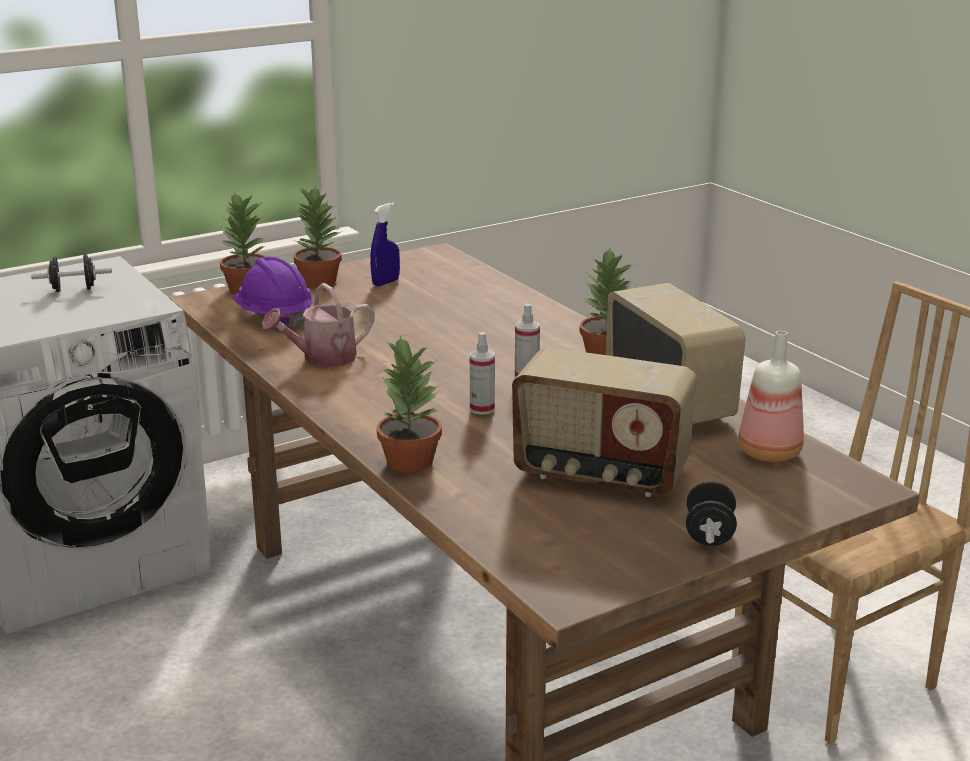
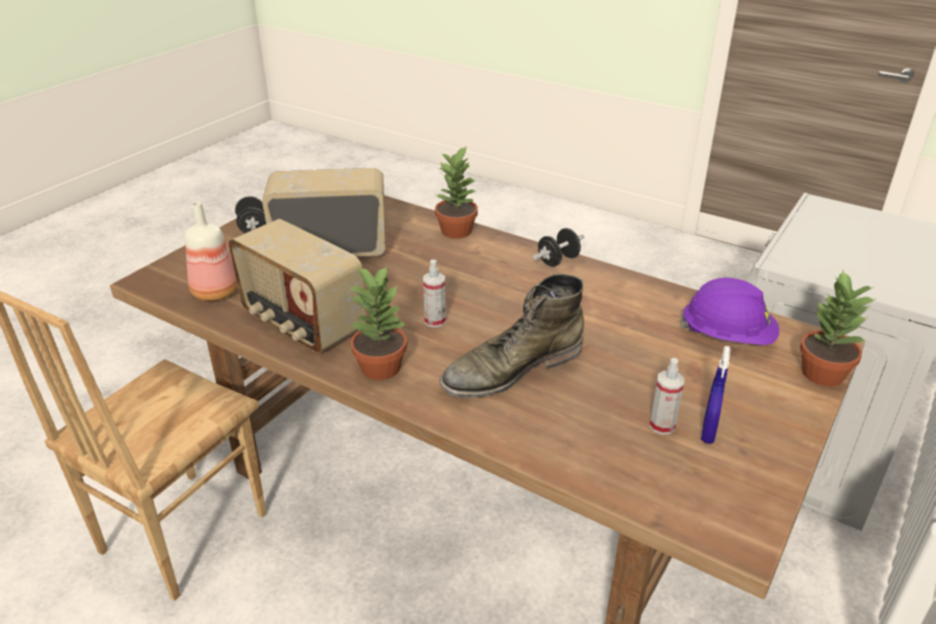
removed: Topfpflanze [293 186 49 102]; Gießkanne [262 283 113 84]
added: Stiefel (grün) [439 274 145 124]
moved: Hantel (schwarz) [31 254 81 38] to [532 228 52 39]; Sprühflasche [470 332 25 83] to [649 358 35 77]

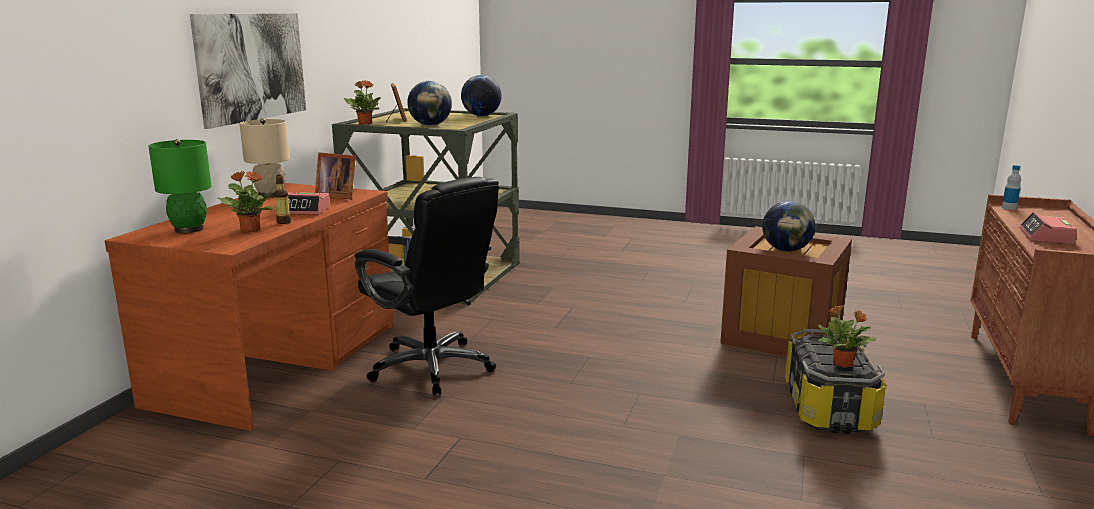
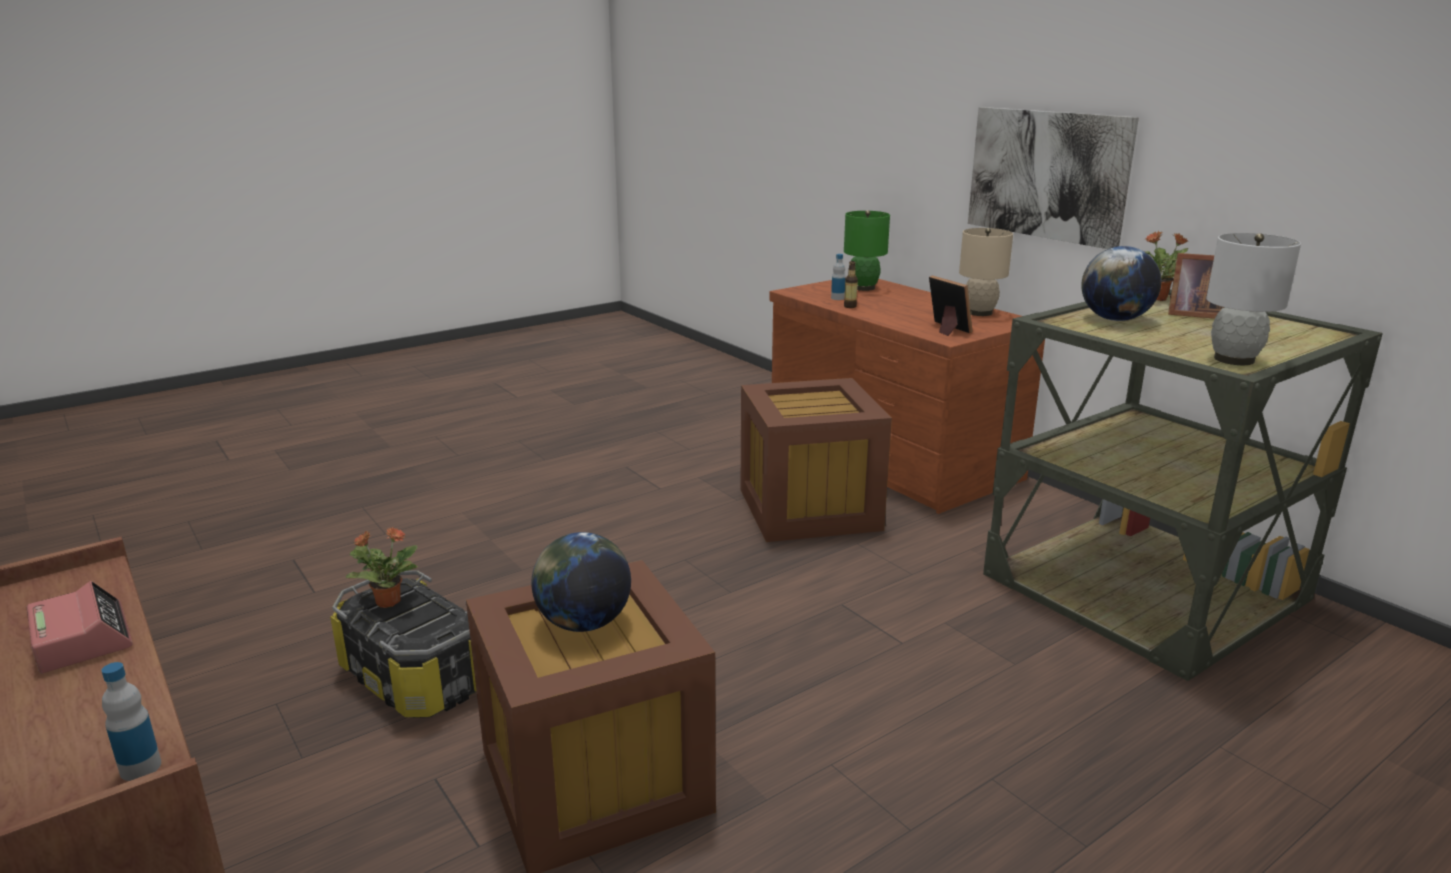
removed: Wecker [275 193 55 22]
replaced: Globus [461 75 41 41] to Tischlampe (weiß) [1206 233 95 132]; Topfpflanze [218 171 55 61] to Flasche [831 254 14 46]; Bürostuhl (schwarz) [354 177 145 219] to Aufbewahrungsbox (braun) [740 378 152 164]
turned: Bilderrahmen [315 152 41 47] = [929 276 44 60] 90 degrees clockwise

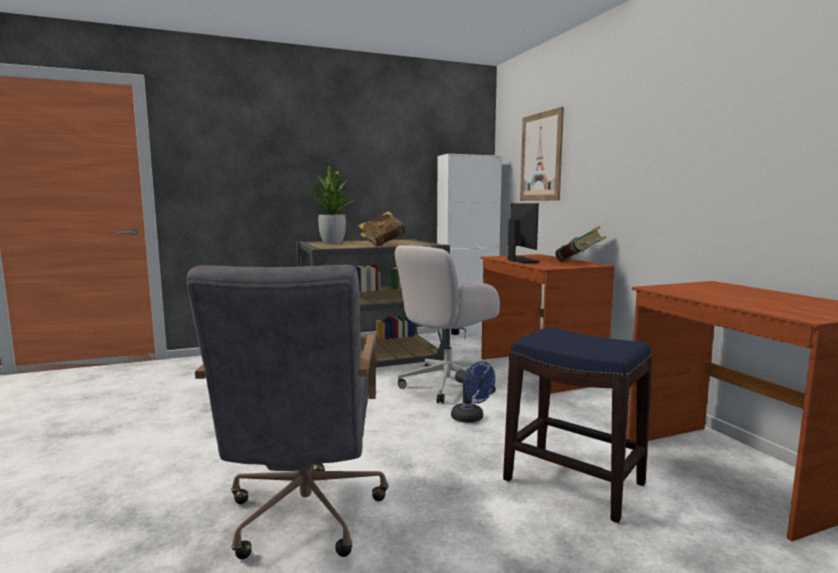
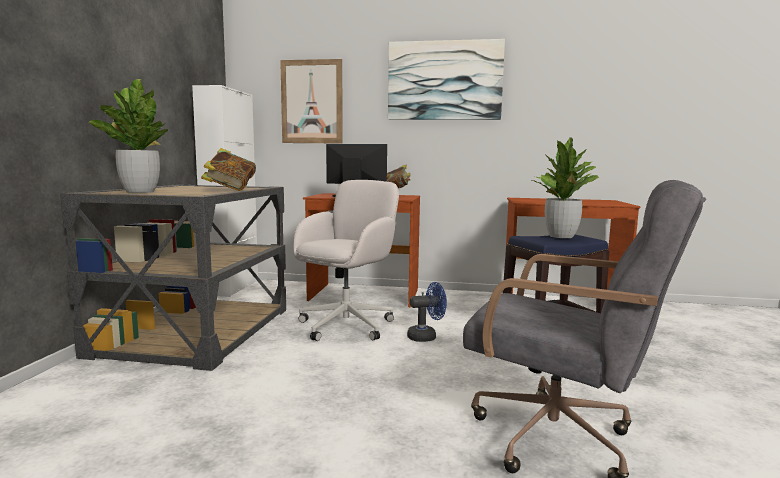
added: Bild [388 39 117 81]; Topfpflanze [532 137 67 101]
turned: Bürostuhl (weiß) [395 245 105 159] = [293 180 106 161] 135 degrees counterclockwise

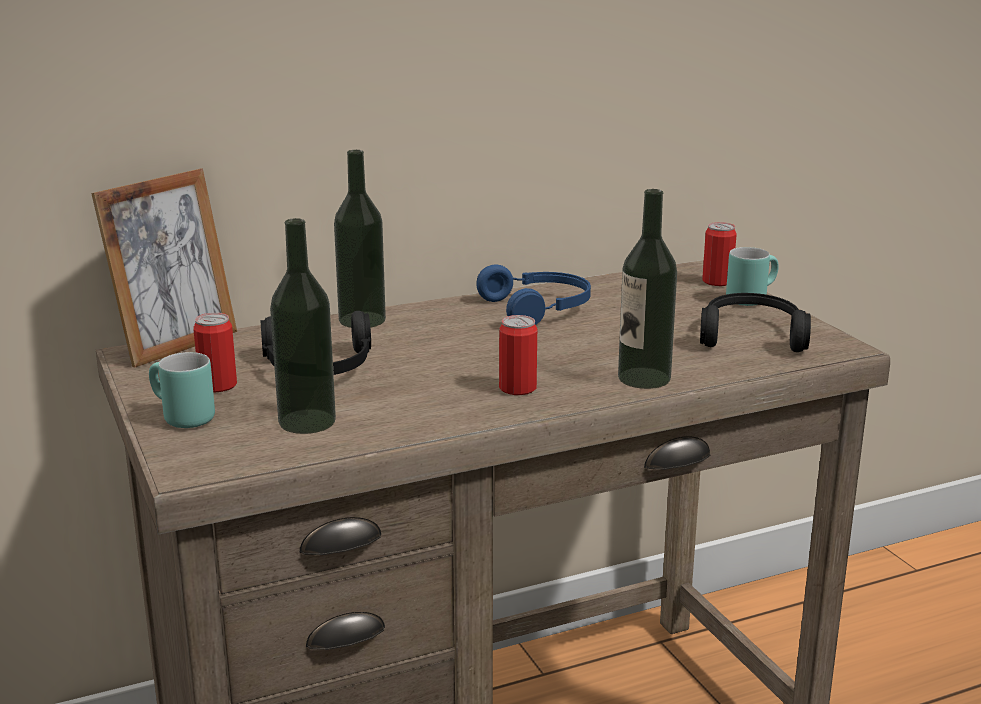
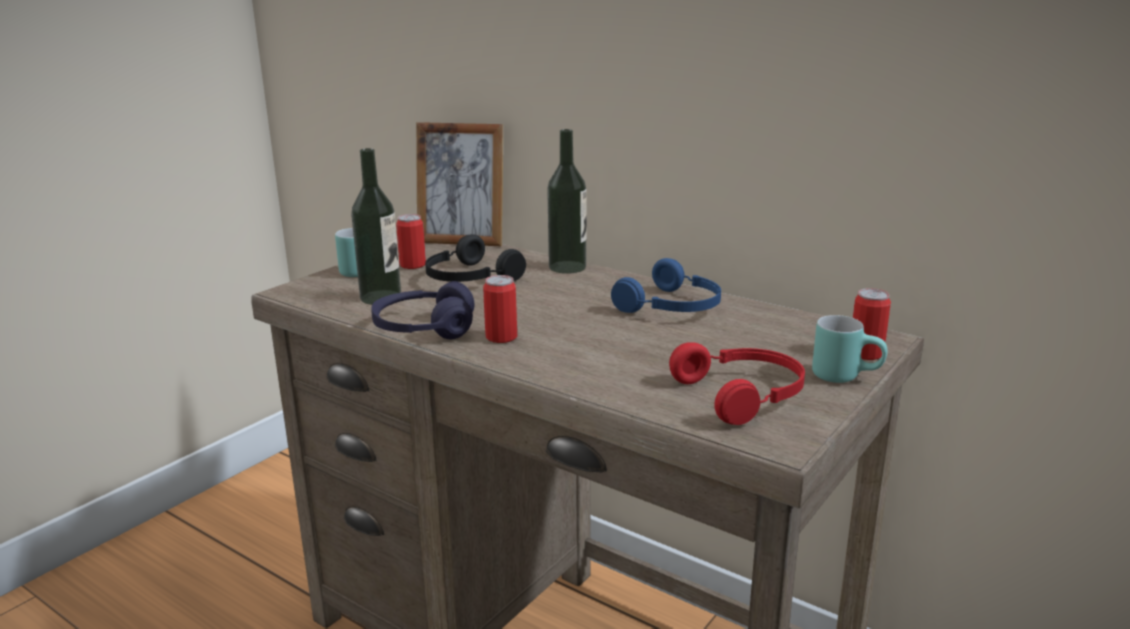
removed: Flasche [618 189 59 200]
added: Kopfhörer (lila) [371 281 104 58]
recoloured: Kopfhörer (schwarz) [700 293 111 59] to Kopfhörer (rot) [669 342 136 83]

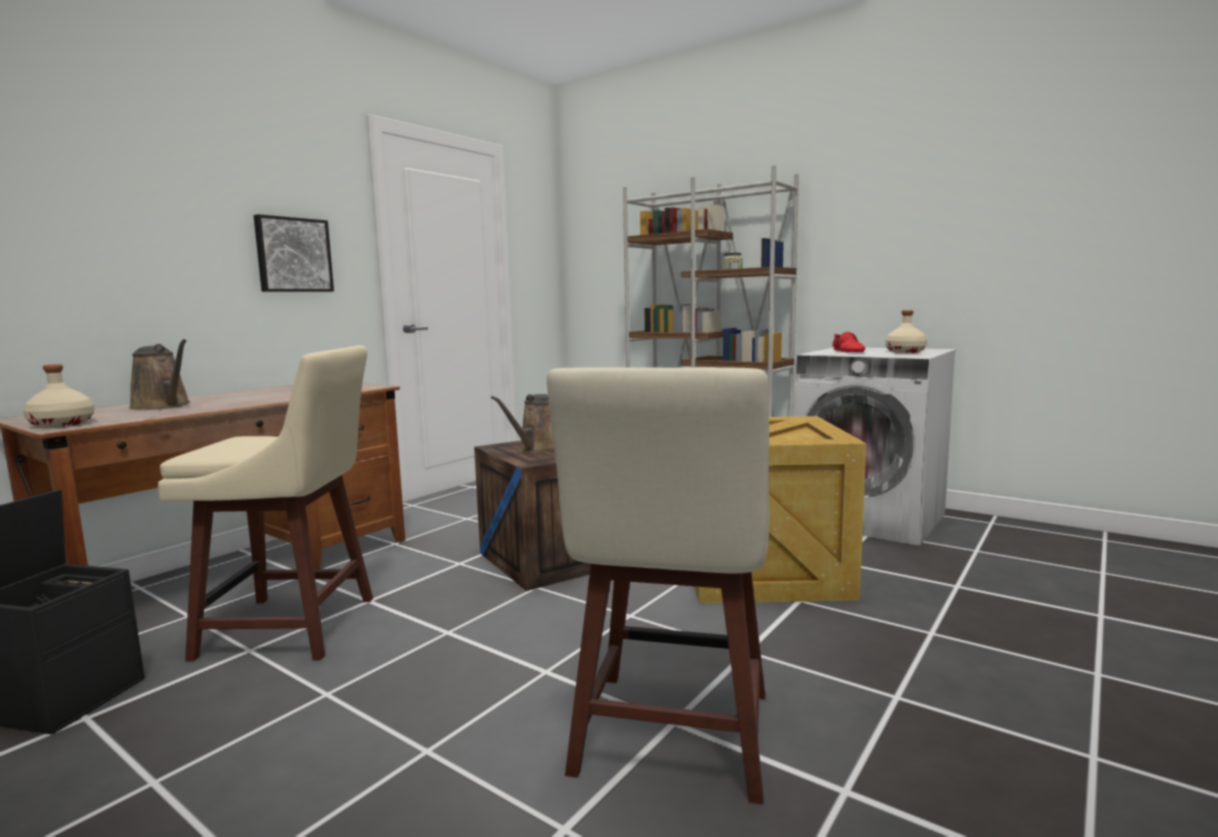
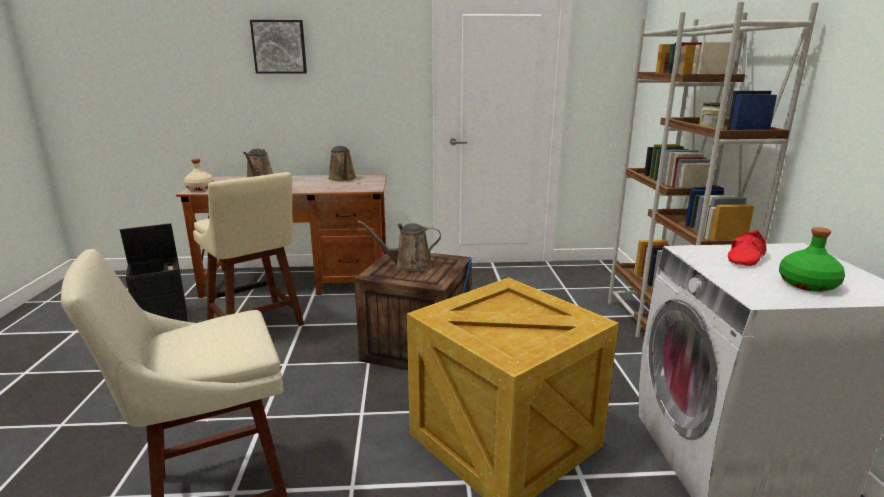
added: Gießkanne (braun) [328 146 28 35]
moved: Bild [254 214 80 78] to [250 20 57 54]
recoloured: Flasche (beige) [885 310 42 43] to Flasche (grün) [779 227 66 65]

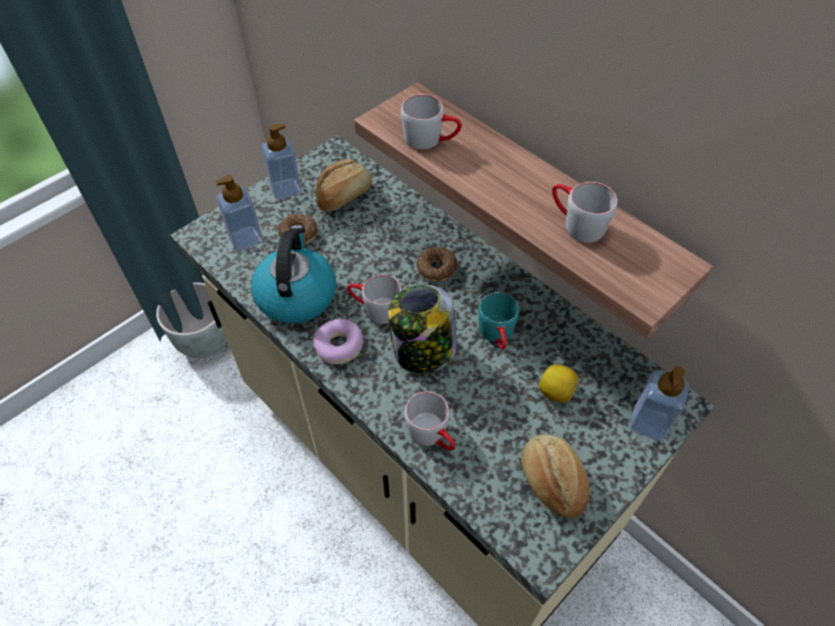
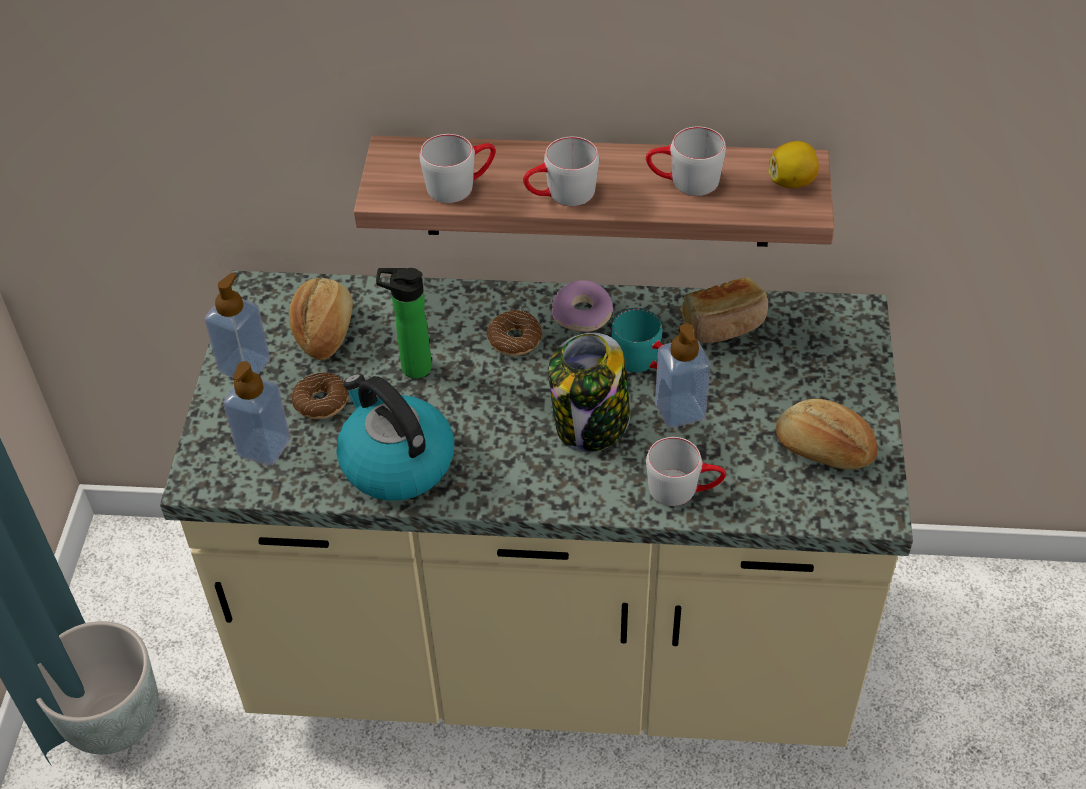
added: Flasche [376 268 56 110]; Brot [682 277 86 66]
moved: Henkelbecher (grau) [347 275 55 49] to [523 137 76 69]; Donut [313 319 50 45] to [552 280 61 52]; Zitrone [539 364 40 39] to [768 141 51 47]; Seifenspender [629 366 60 75] to [655 323 55 105]

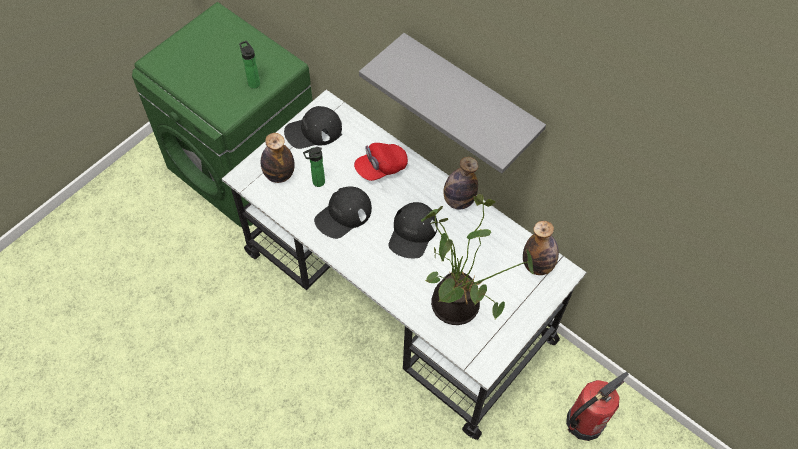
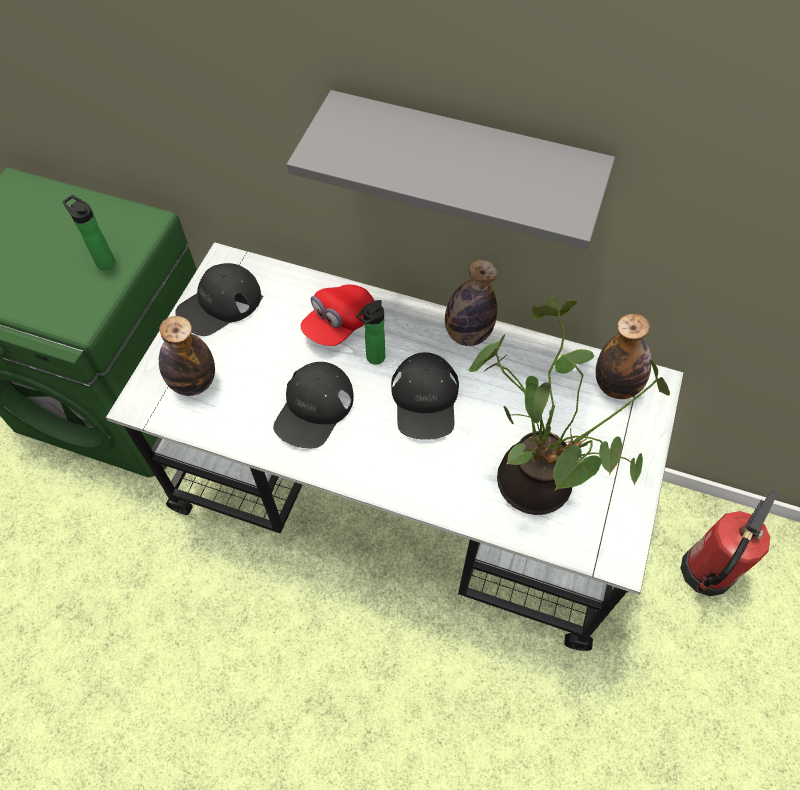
moved: Flasche [303 147 22 40] to [356 300 29 65]

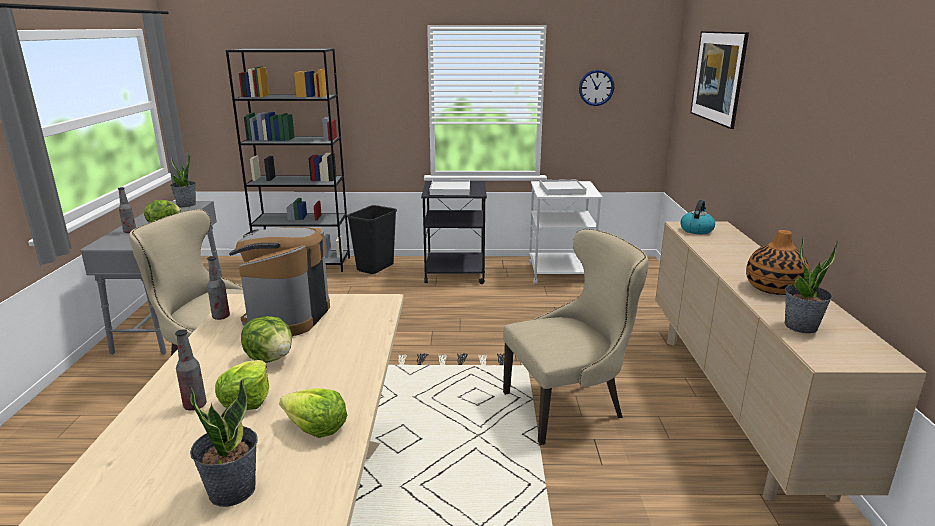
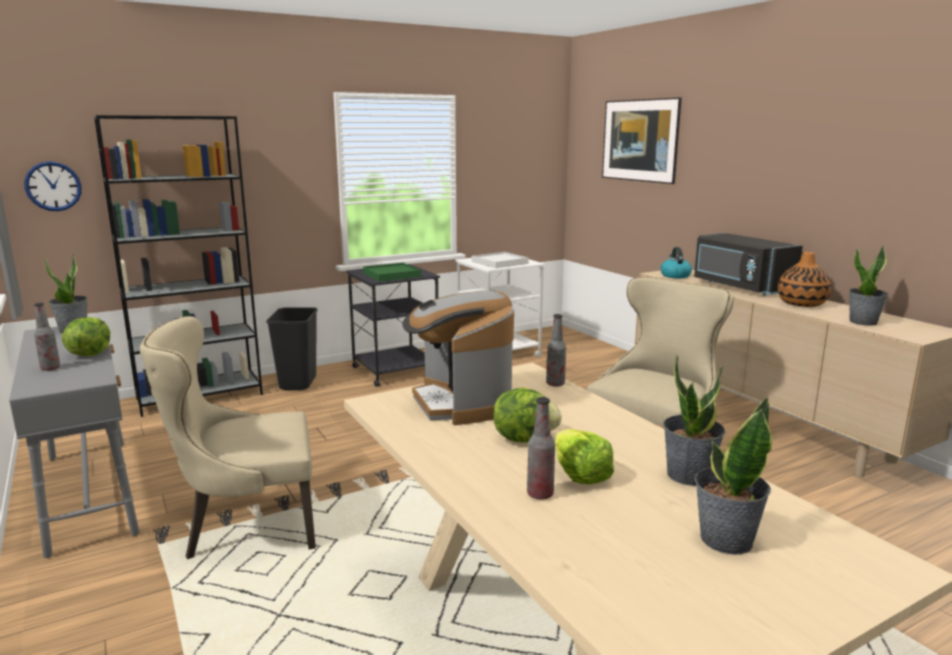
added: Mikrowelle (schwarz) [694 233 109 63]
moved: Wanduhr [579 69 35 37] to [24 161 58 50]; Flasche [207 256 23 64] to [546 314 20 73]
replaced: Salatkopf [279 388 68 50] to Topfpflanze [663 354 62 132]
recoloured: Tablett (weiß) [430 180 40 15] to Tablett (grün) [363 263 58 18]

